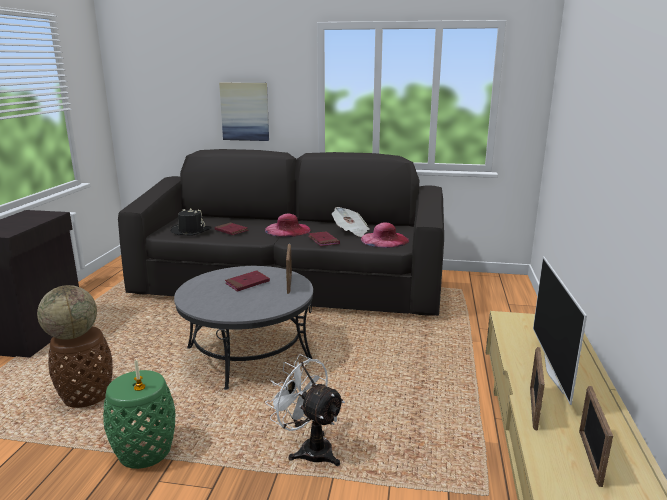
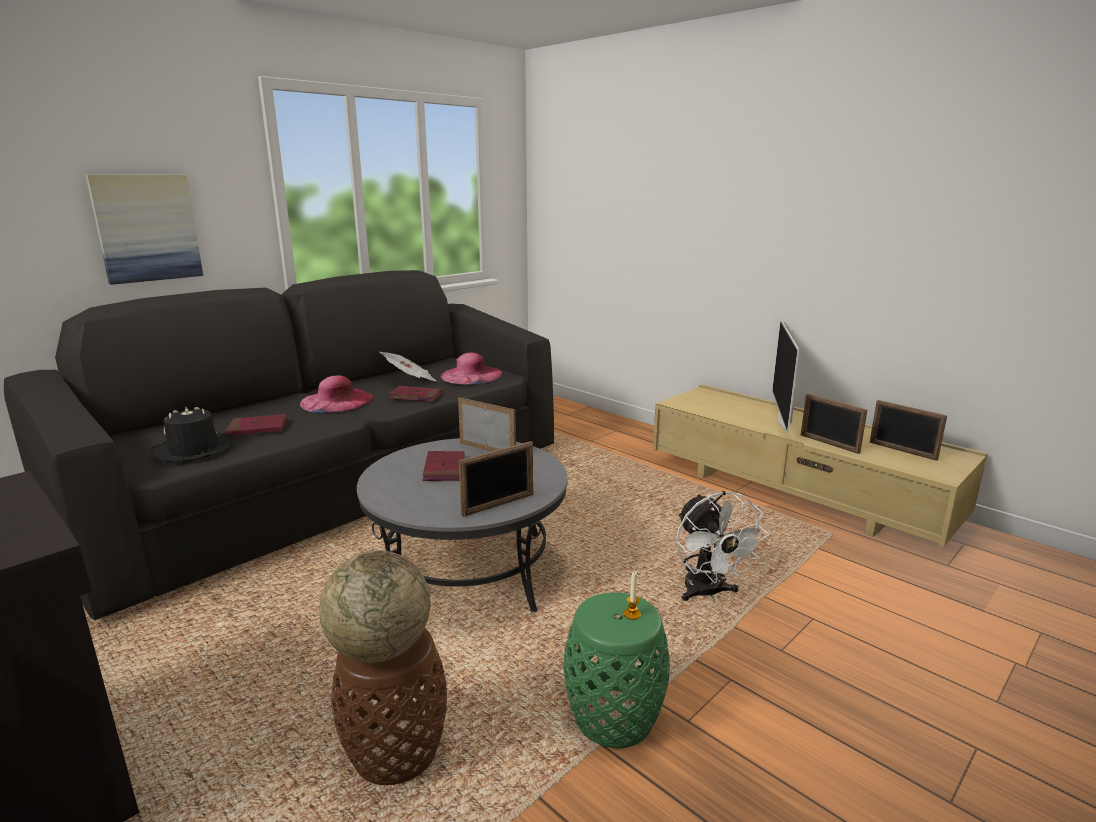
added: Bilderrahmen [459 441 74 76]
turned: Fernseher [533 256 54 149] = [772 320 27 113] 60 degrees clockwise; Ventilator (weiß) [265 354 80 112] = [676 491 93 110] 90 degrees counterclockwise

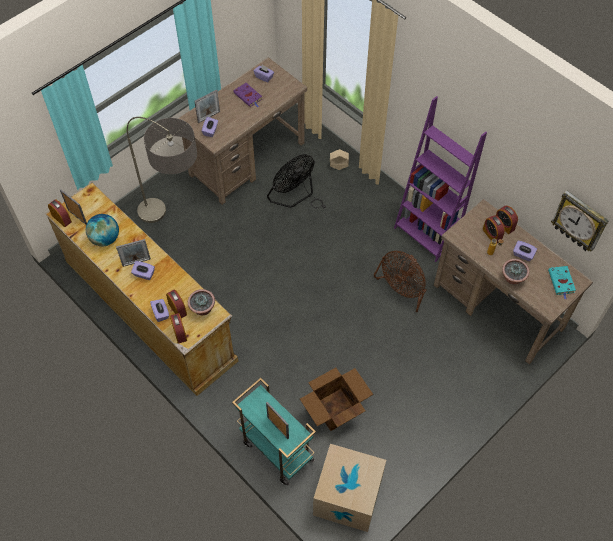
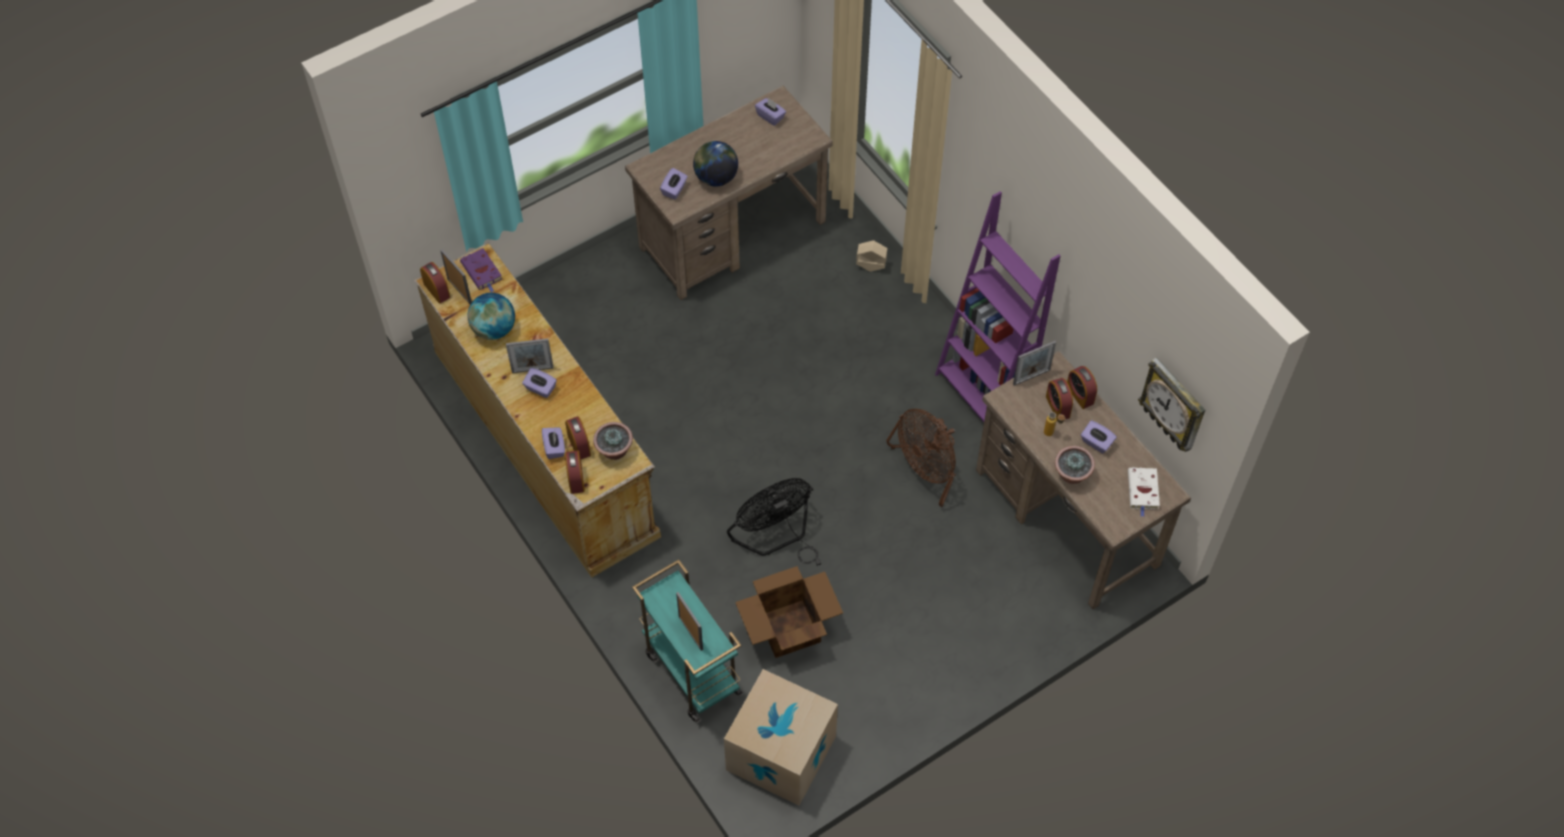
removed: Stehlampe [127 117 70 106]
added: Globus [693 141 45 46]
moved: Buch (lila) [233 83 29 25] to [460 248 42 44]; Bilderrahmen [194 89 26 34] to [1013 341 43 45]; Ventilator (schwarz) [267 155 59 54] to [727 478 94 88]
recoloured: Buch (türkis) [548 266 28 34] to Buch (weiß) [1128 467 32 50]

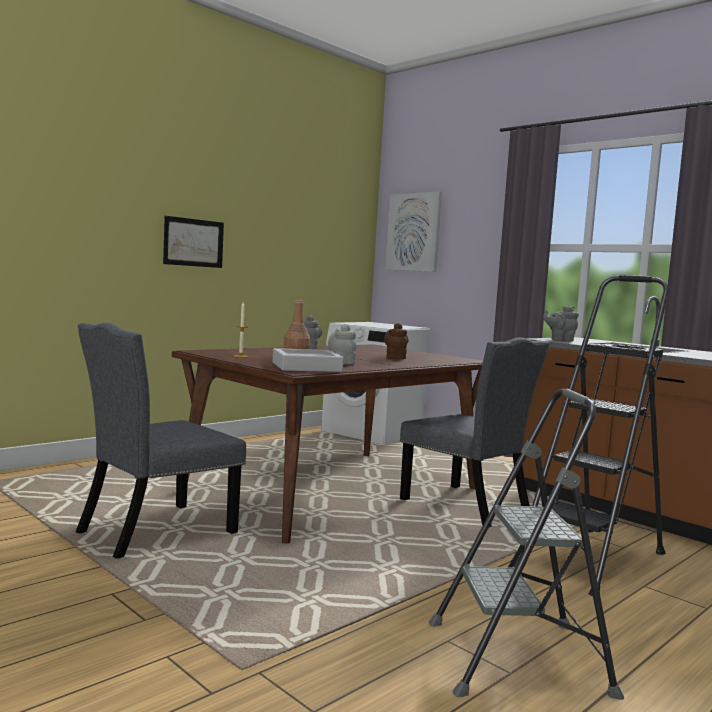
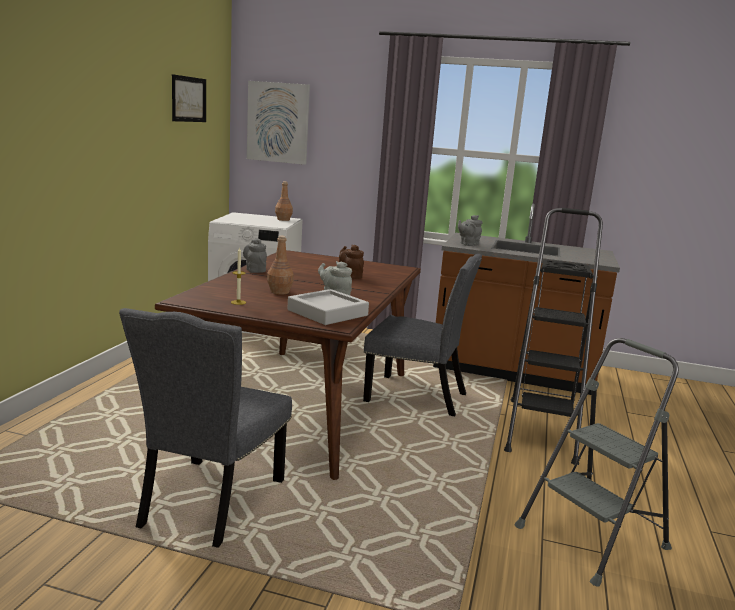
added: Flasche (braun) [275 182 18 39]
moved: Bild [163 216 61 52] to [172 74 34 48]

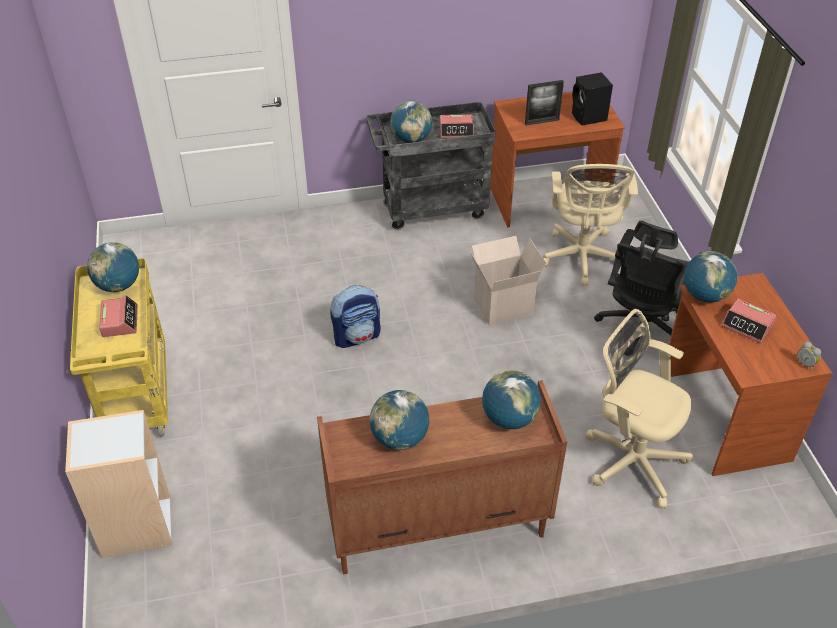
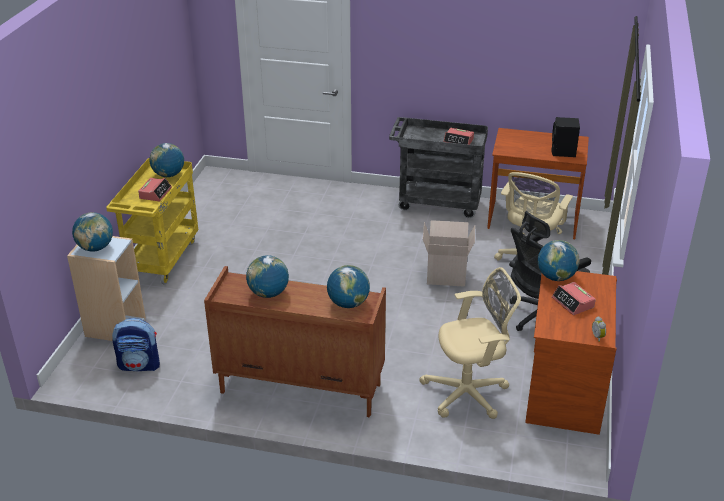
removed: Bilderrahmen [525 80 39 45]
moved: Globus [390 101 42 42] to [72 212 41 40]; Rucksack [330 285 51 63] to [112 318 48 53]
turned: Bürostuhl (beige) [585 309 108 199] = [419 267 102 152] 105 degrees clockwise

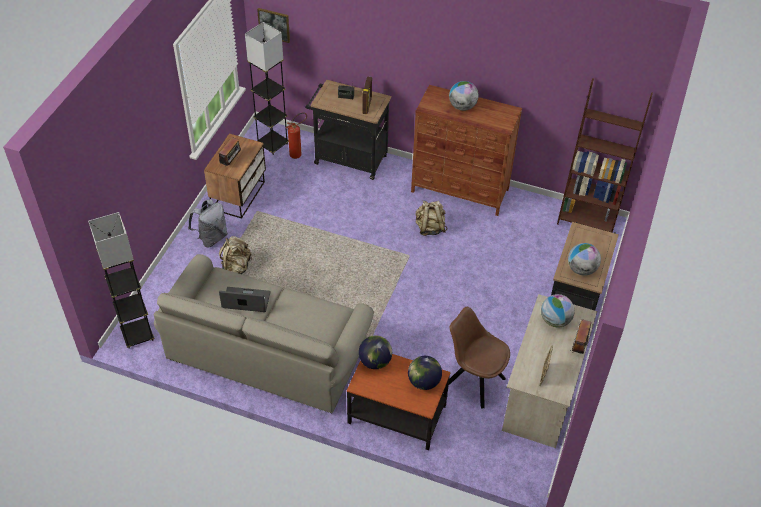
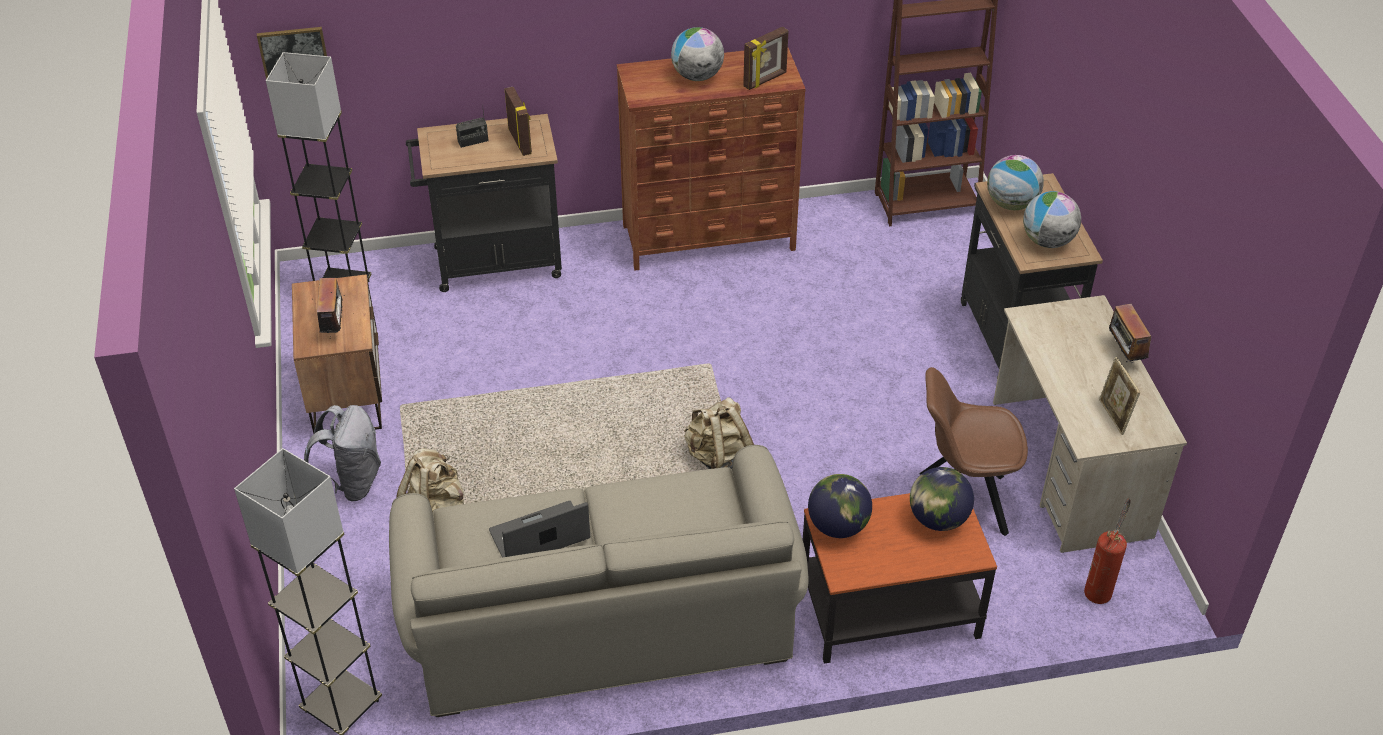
added: Bilderrahmen [743 27 45 63]
moved: Feuerlöscher [286 112 21 47] to [1084 498 47 106]; Rucksack (beige) [416 201 31 35] to [684 397 70 72]; Globus [541 294 34 33] to [987 155 57 55]

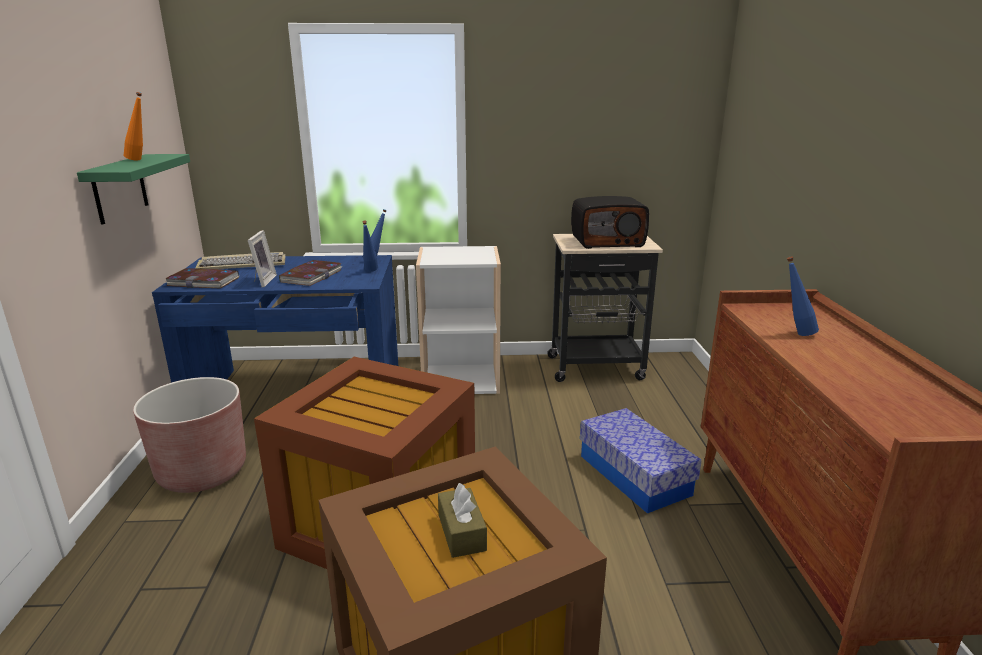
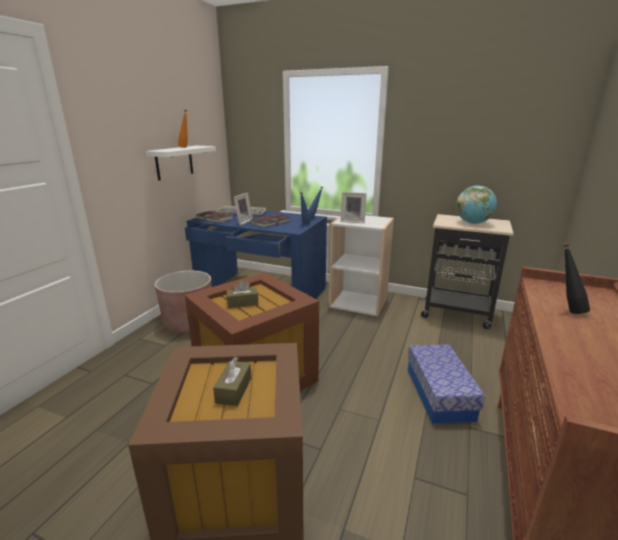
added: Bilderrahmen [341 192 26 31]; Taschentuchbox (braun) [226 280 32 28]
replaced: Radio [571 196 78 53] to Globus [456 185 41 39]
recoloured: Wandregal (grün) [77 154 113 71] to Wandregal (weiß) [146 146 70 34]; Flasche (blau) [787 257 32 79] to Flasche (schwarz) [563 243 27 71]

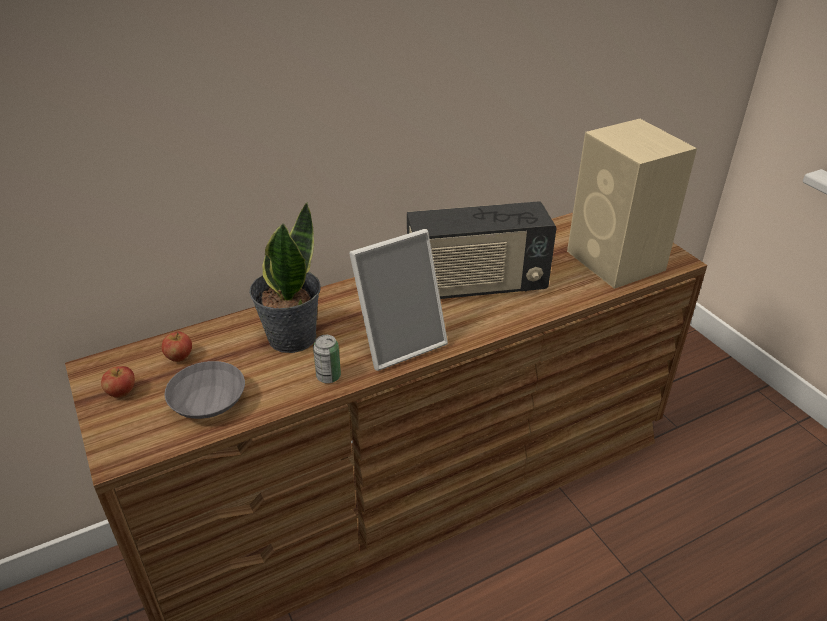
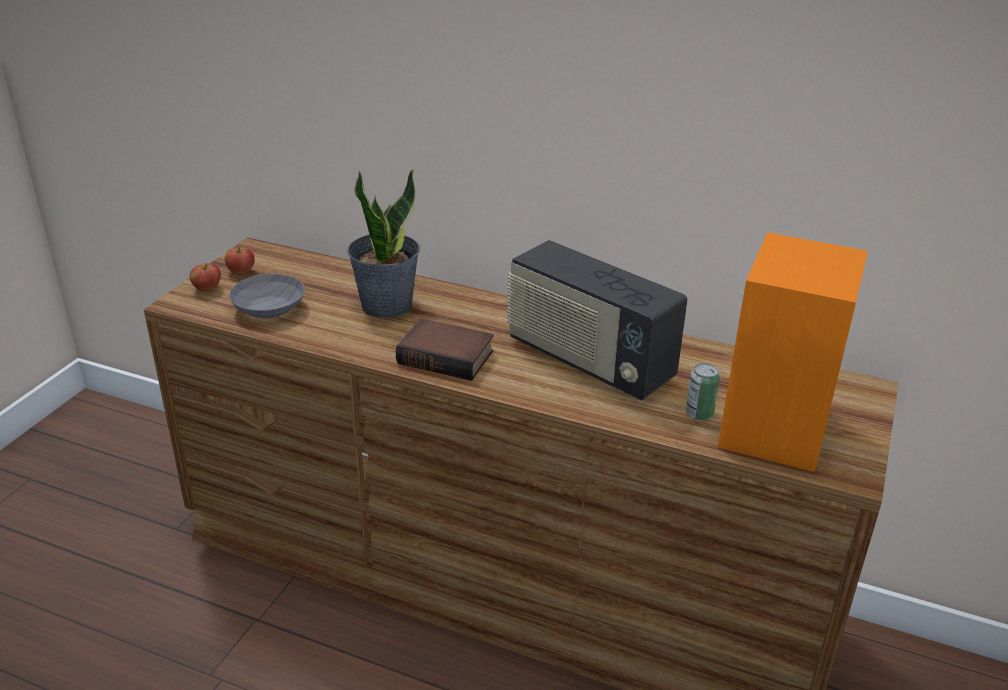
moved: Apfel [162 332 30 30] to [190 262 31 29]; Dose [313 335 28 48] to [686 363 34 57]
replaced: Bilderrahmen [349 229 99 142] to Buch [396 318 98 63]
recoloured: Lautsprecher (beige) [567 119 130 170] to Lautsprecher (orange) [718 232 150 240]

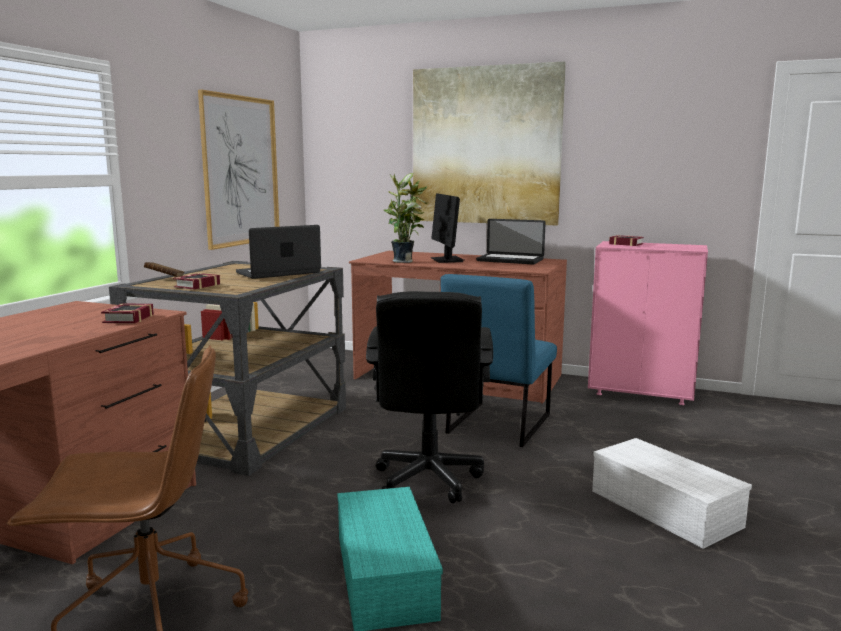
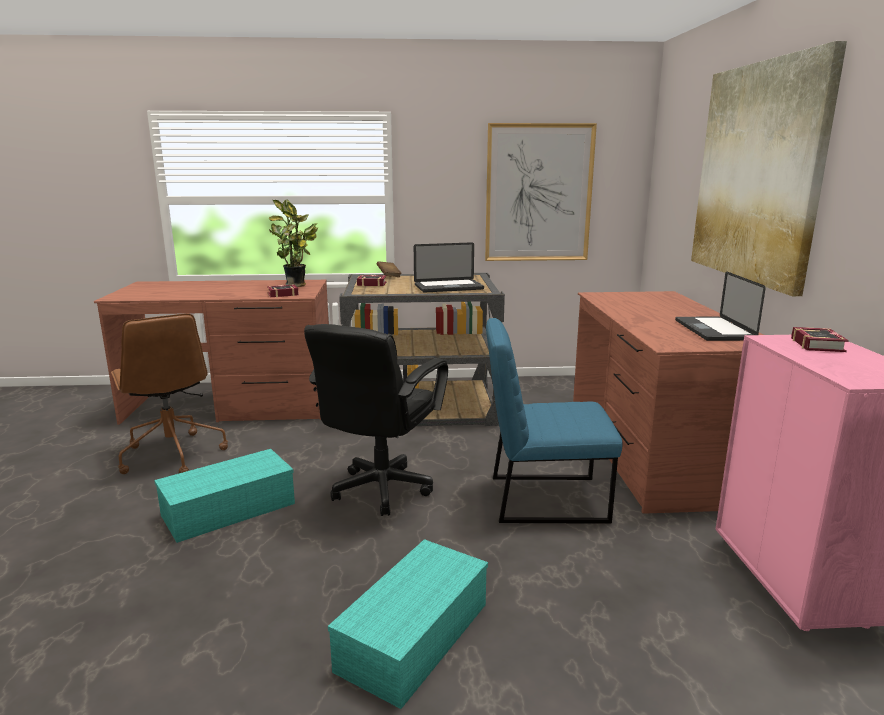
removed: Monitor [430 193 34 70]
moved: Topfpflanze [384 173 45 90] to [269 199 49 88]
recoloured: Aufbewahrungsbox (weiß) [592 438 160 111] to Aufbewahrungsbox (türkis) [328 539 160 170]
turned: Laptop [236 225 85 54] = [414 242 70 50] 135 degrees clockwise; Bürostuhl (schwarz) [366 291 127 212] = [304 324 144 192] 45 degrees counterclockwise

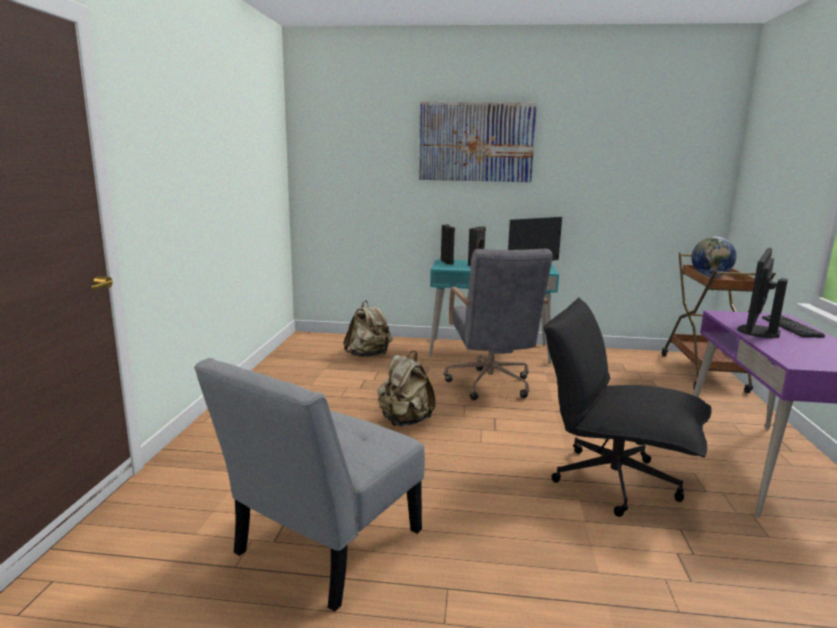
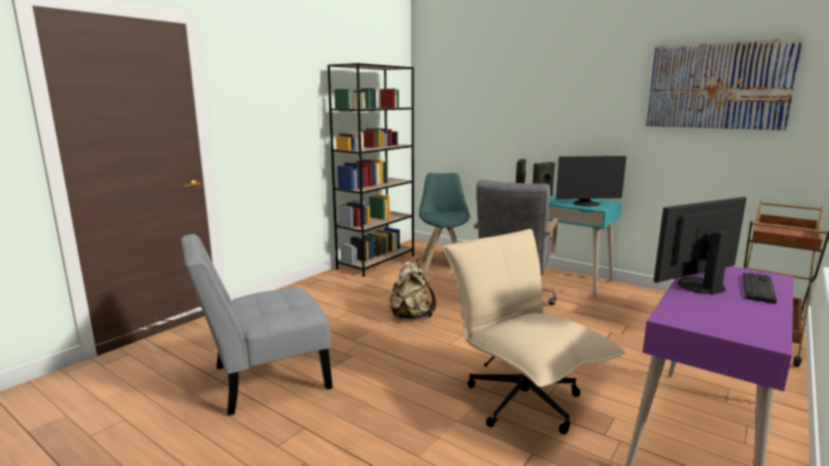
removed: Globus [691 237 46 40]
added: Bücherregal (beige) [327 63 87 214]
moved: Bild [419 102 118 80] to [646 38 157 93]
replaced: Rucksack (beige) [343 300 50 57] to Stuhl (türkis) [419 173 51 100]
recoloured: Bürostuhl (schwarz) [543 297 169 220] to Bürostuhl (beige) [443 229 182 205]

